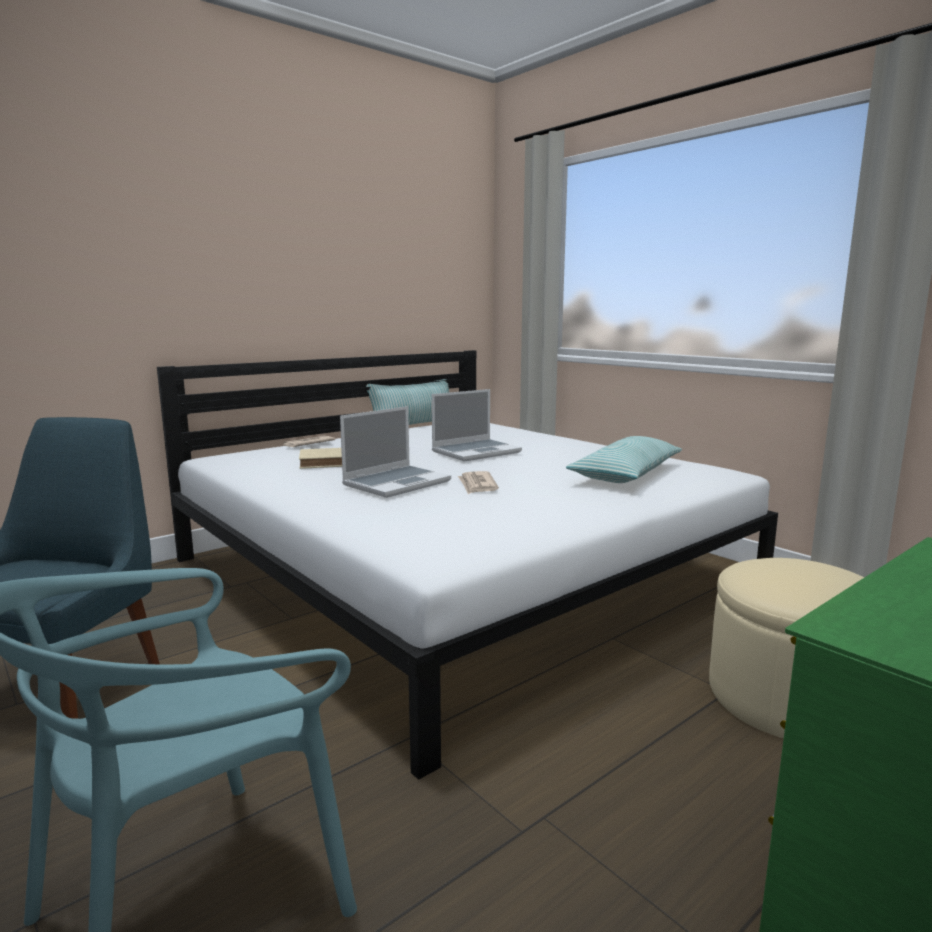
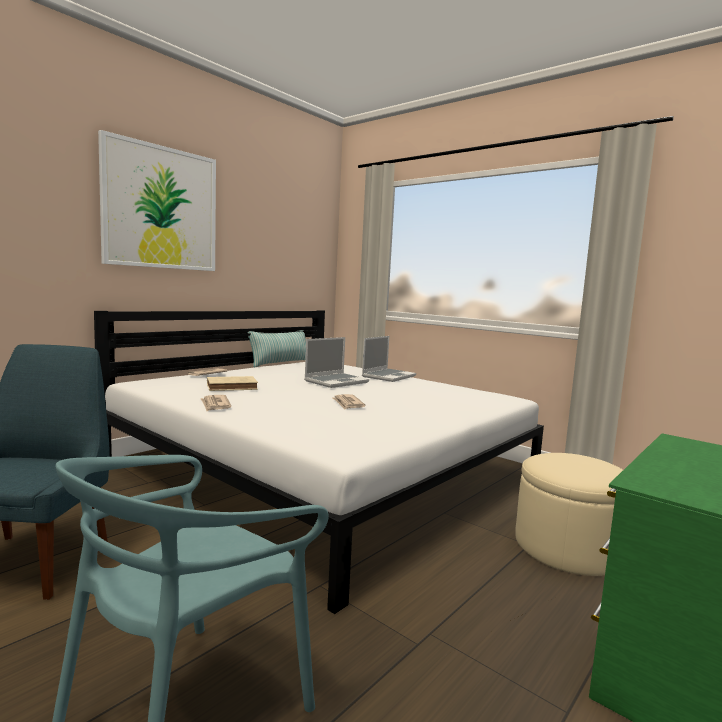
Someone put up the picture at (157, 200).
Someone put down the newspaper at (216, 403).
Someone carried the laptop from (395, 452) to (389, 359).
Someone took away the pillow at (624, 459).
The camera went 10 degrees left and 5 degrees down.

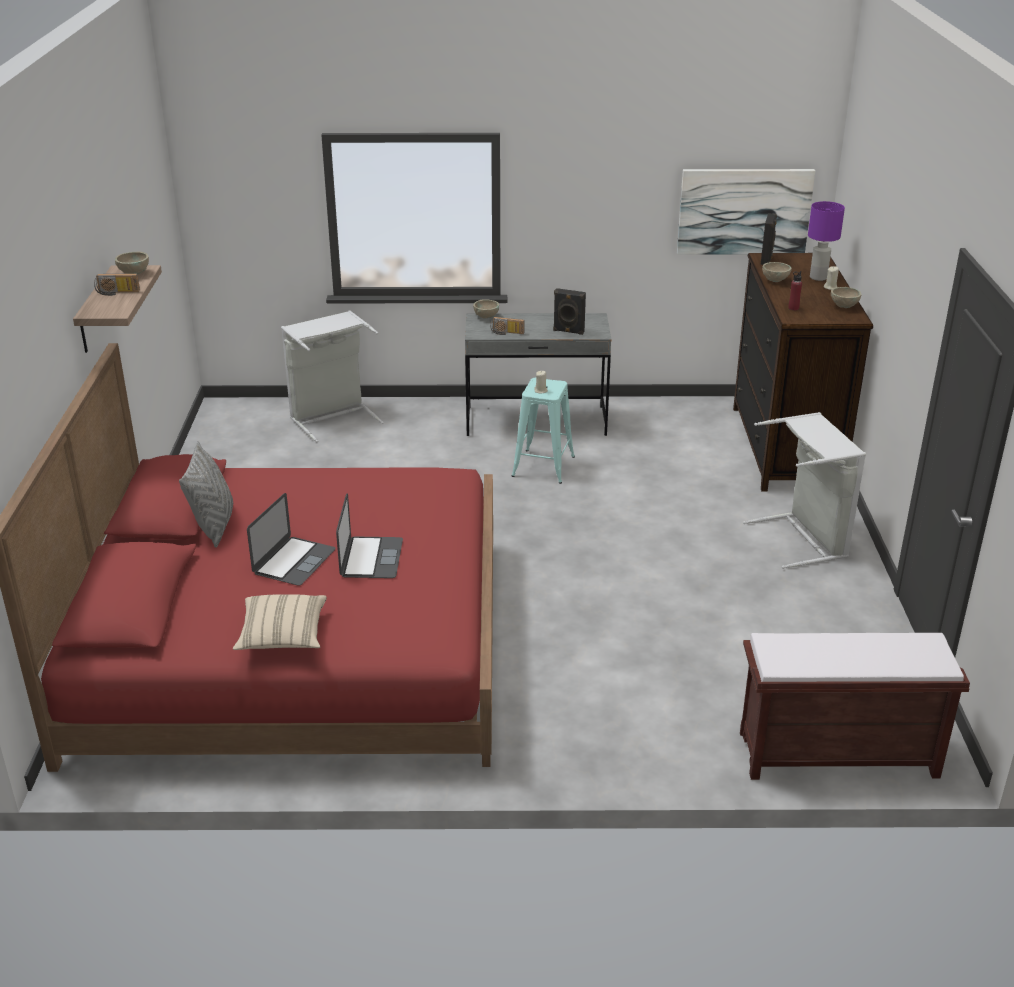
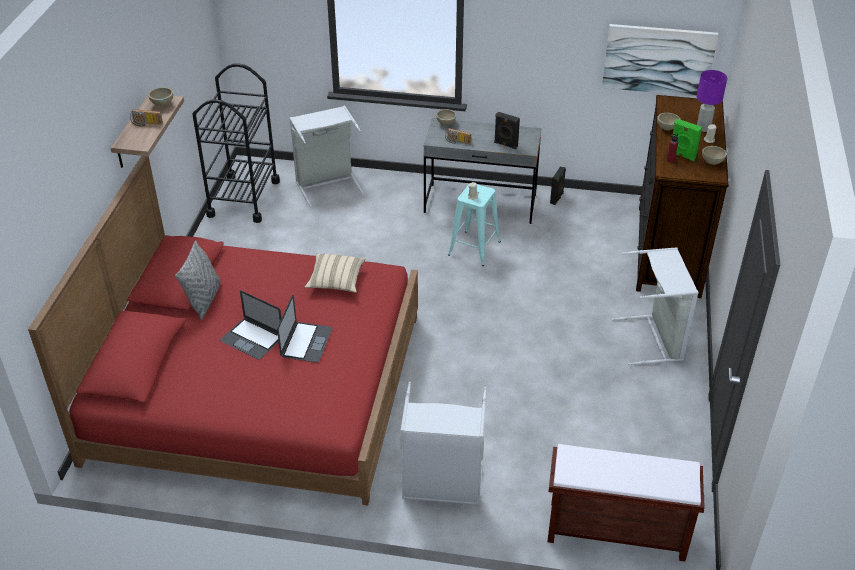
Someone put down the cart (black) at (236, 143).
Someone rotated the laptop at (291, 539) by 90 degrees clockwise.
Someone carried the pillow (beige) from (280, 622) to (335, 273).
Someone put down the laundry basket (grey) at (443, 443).
Someone carried the speaker (black) from (769, 239) to (558, 185).
Someone put down the speaker (green) at (687, 140).
The camera went 10 degrees right and 10 degrees up.

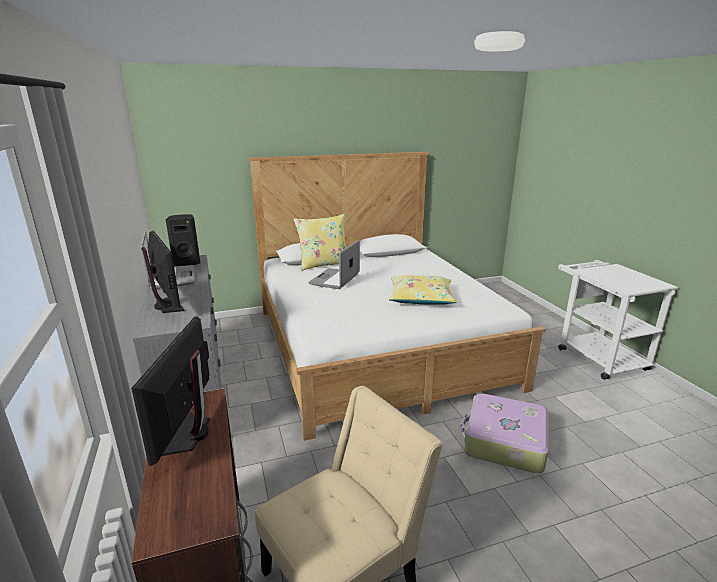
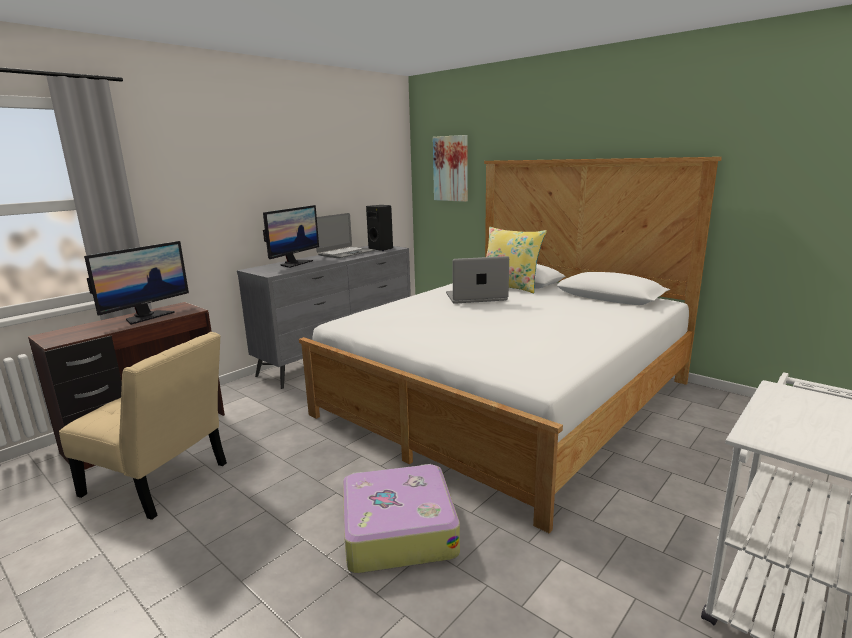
Someone rotated the monitor at (170, 391) by 150 degrees clockwise.
Someone put up the picture at (450, 168).
Someone took away the pillow (yellow) at (423, 290).
The camera went 60 degrees right and 5 degrees down.

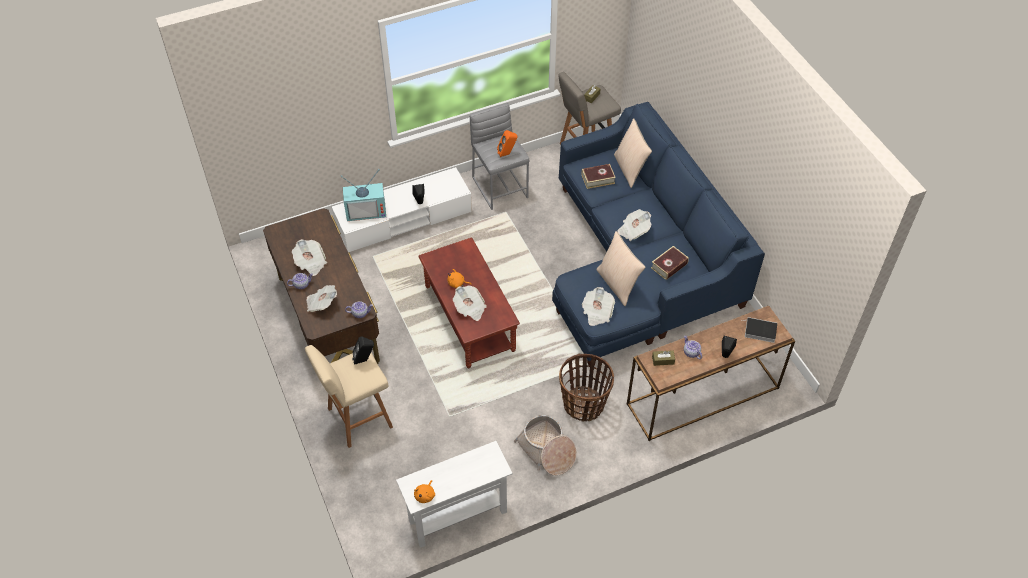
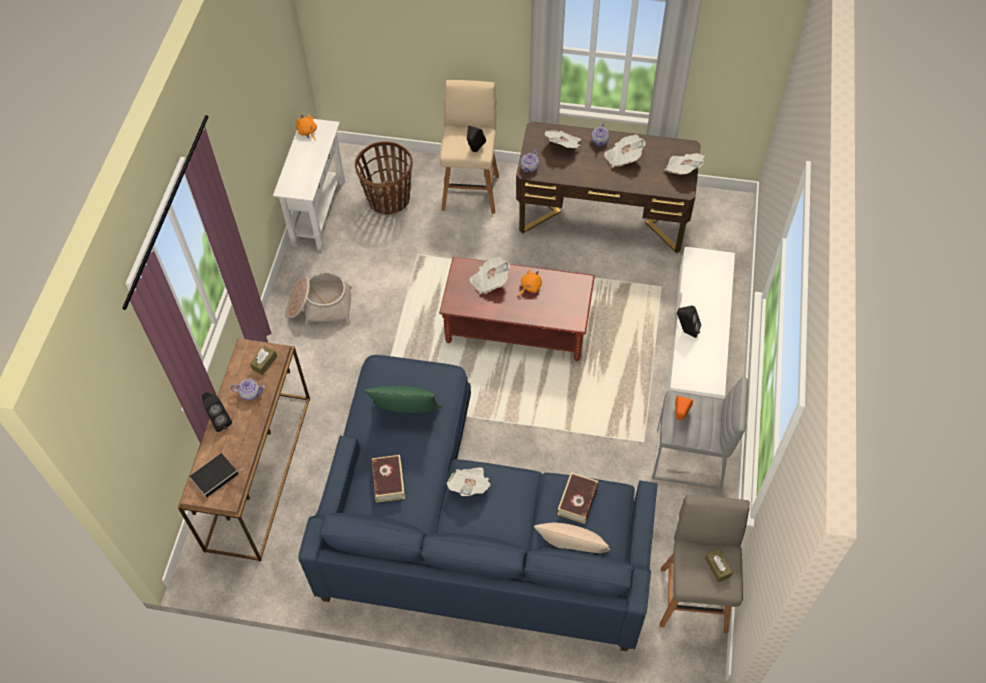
Someone carried the basket from (586, 387) to (384, 178).
Someone repainted the pillow (beige) at (620, 268), which became the pillow (green) at (403, 399).
Someone carried the newspaper from (598, 306) to (685, 163).
Someone took away the television at (363, 195).
The camera went 125 degrees right and 5 degrees up.

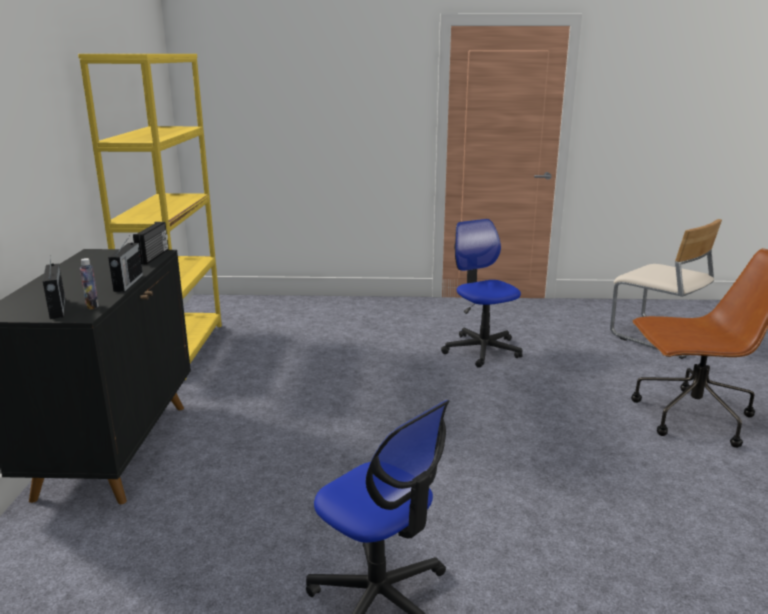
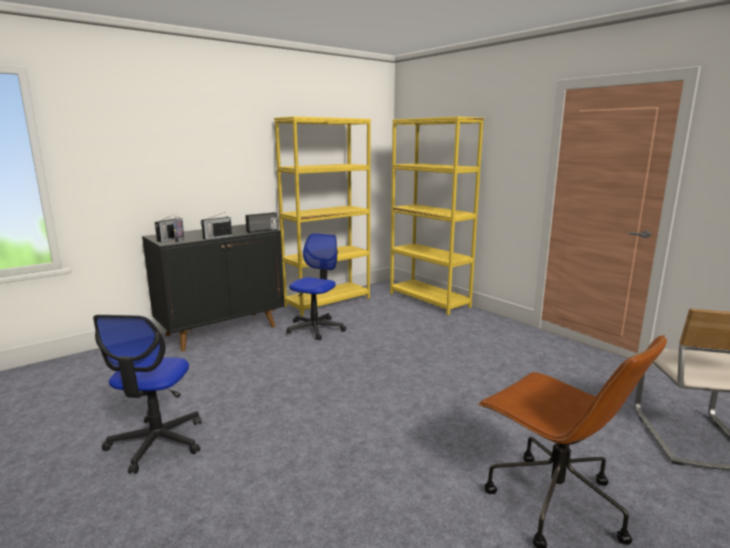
Someone carried the office chair from (482, 293) to (316, 286).
Someone put down the bookcase (yellow) at (437, 216).
The camera went 50 degrees right and 5 degrees down.

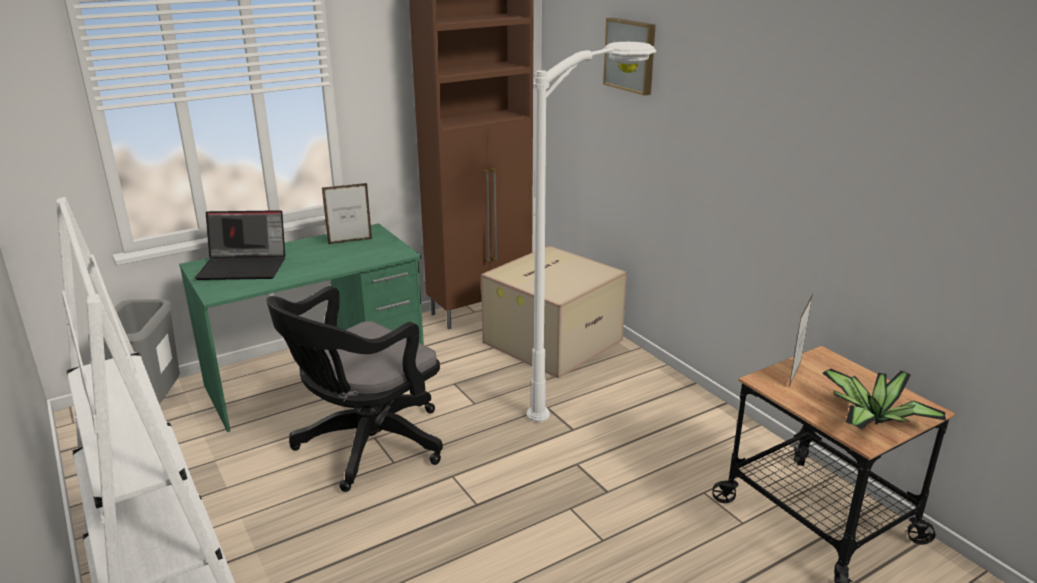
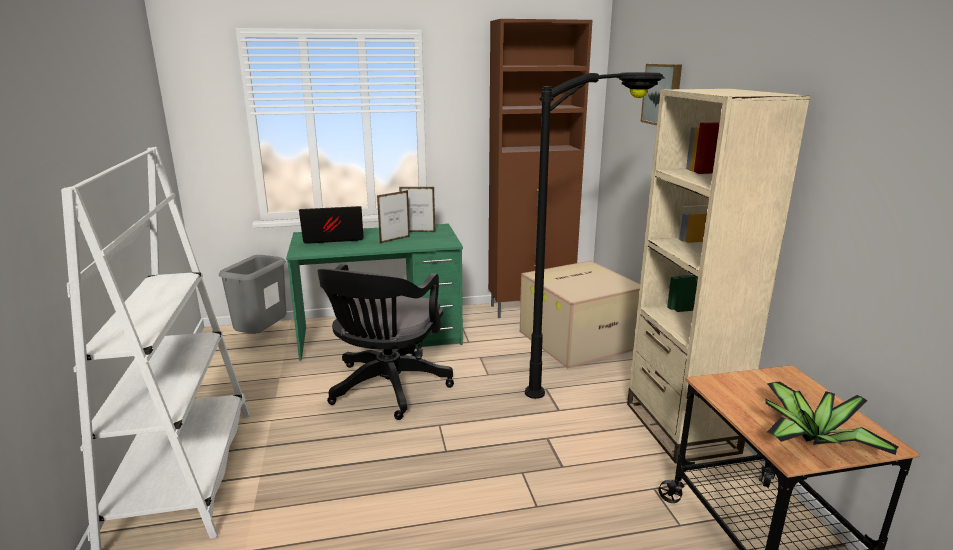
Someone rotated the laptop at (240, 245) by 150 degrees clockwise.
Someone rotated the office chair (black) at (354, 389) by 45 degrees counterclockwise.
Someone carried the picture frame from (801, 340) to (393, 216).
Someone repainted the floor lamp (white) at (591, 232), which became the floor lamp (black) at (595, 235).
Someone put down the bookcase (beige) at (718, 276).
The camera went 20 degrees right and 5 degrees down.

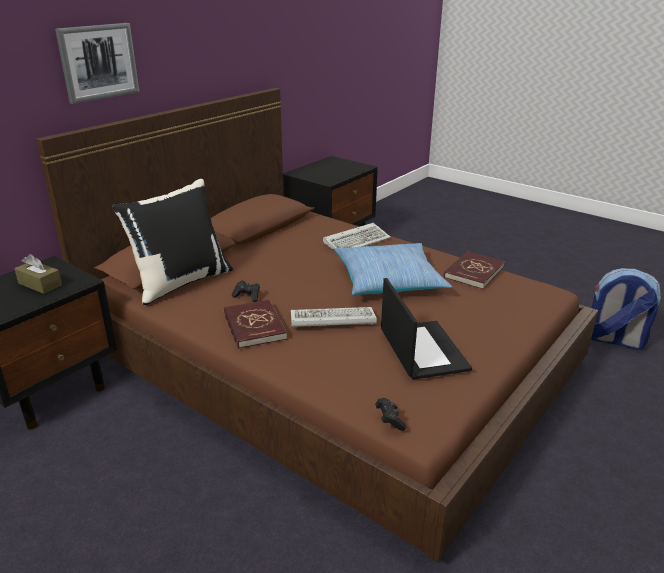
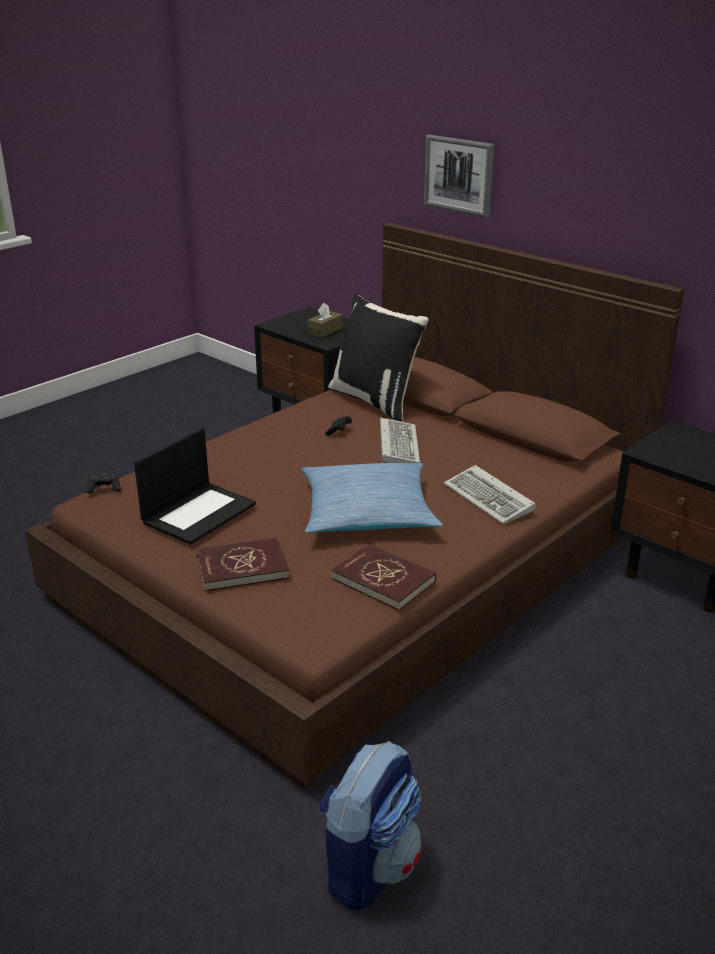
Someone rotated the laptop at (426, 329) by 45 degrees counterclockwise.
Someone carried the book (red) from (255, 324) to (243, 564).
Someone carried the keyboard from (334, 317) to (400, 440).
The camera went 95 degrees right and 0 degrees up.

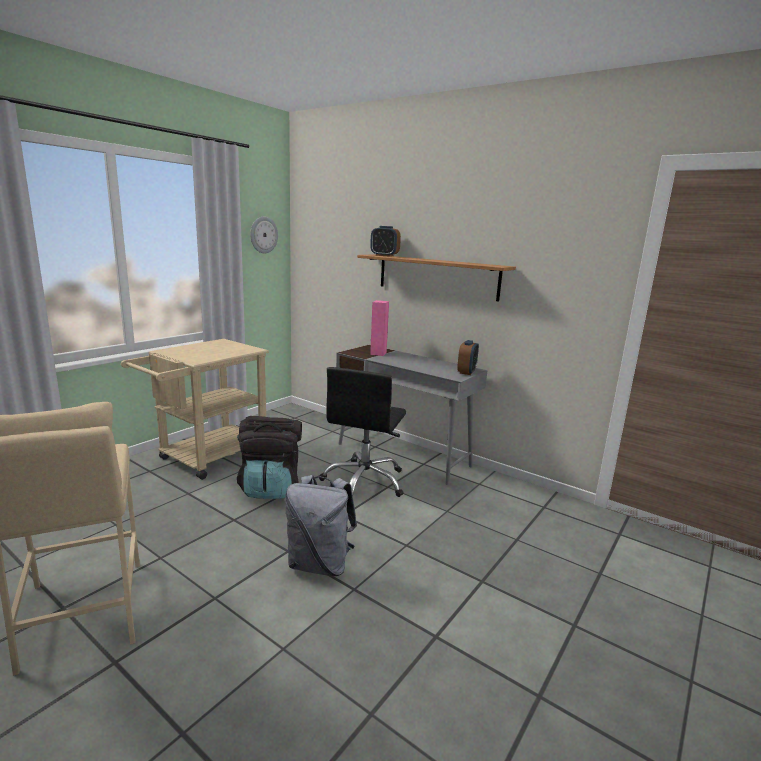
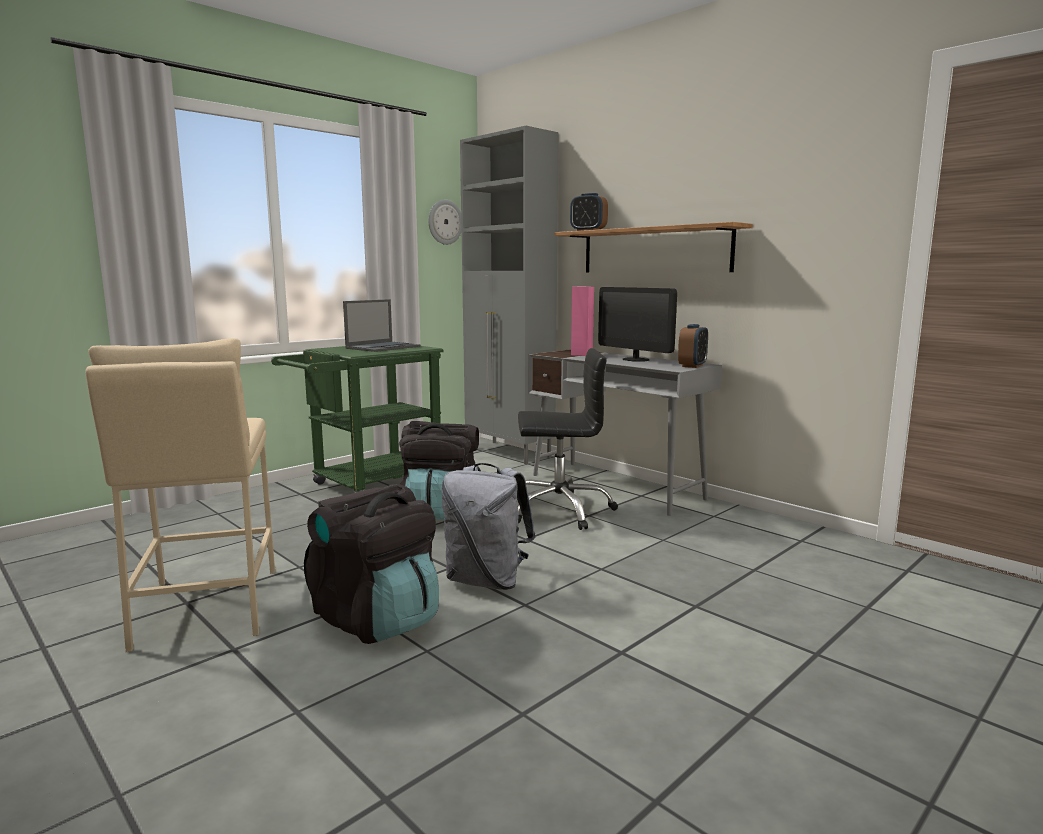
Someone repainted the cart (beige) at (195, 409), which became the cart (green) at (357, 419).
Someone put down the backpack (black) at (371, 564).
Someone put down the laptop at (382, 325).
Someone put down the cabinet (grey) at (509, 295).
Someone rotated the office chair (black) at (362, 432) by 120 degrees counterclockwise.
Someone put down the monitor at (637, 324).
The camera went 10 degrees right and 5 degrees down.

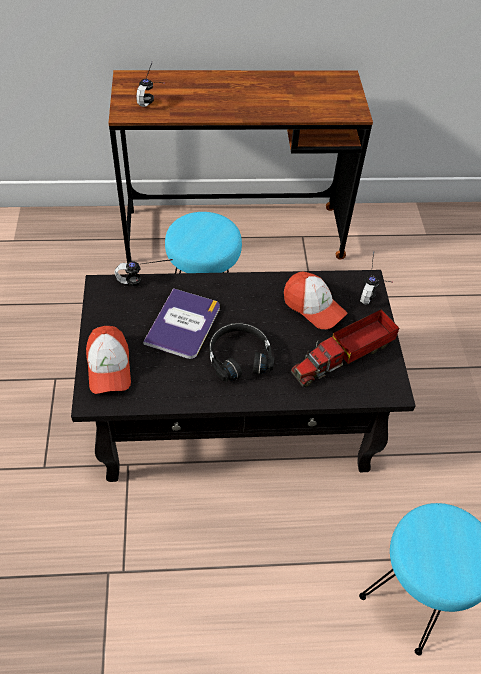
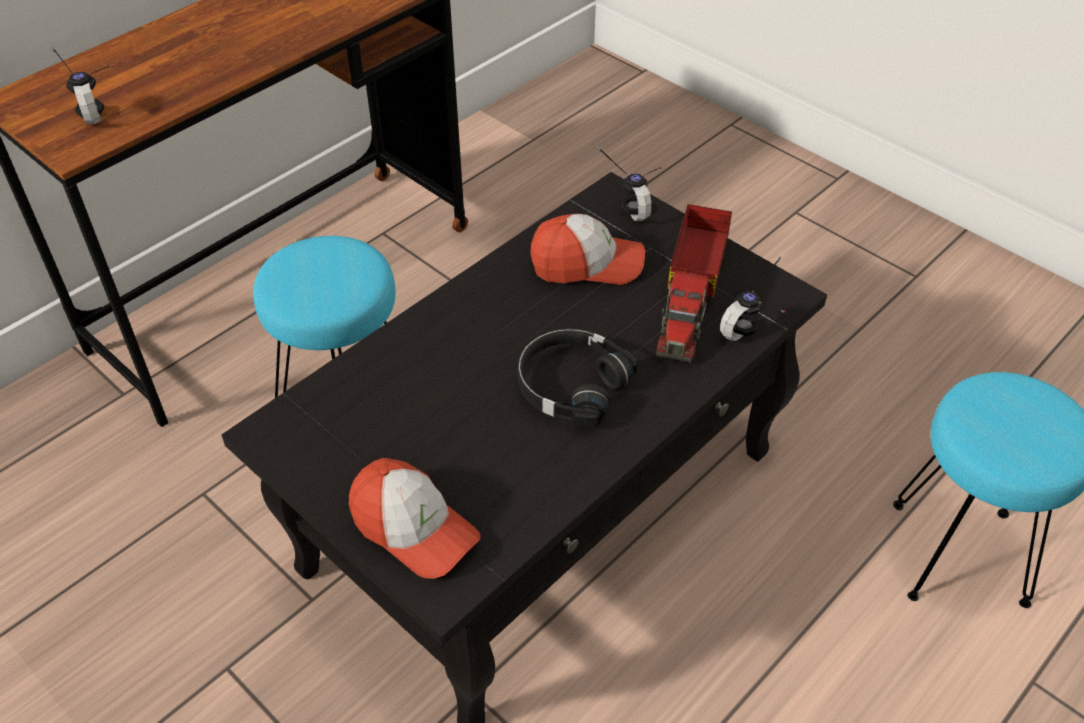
Someone carried the headphones from (144, 272) to (752, 298).
Someone took away the book at (181, 323).
The camera went 40 degrees left and 5 degrees down.

